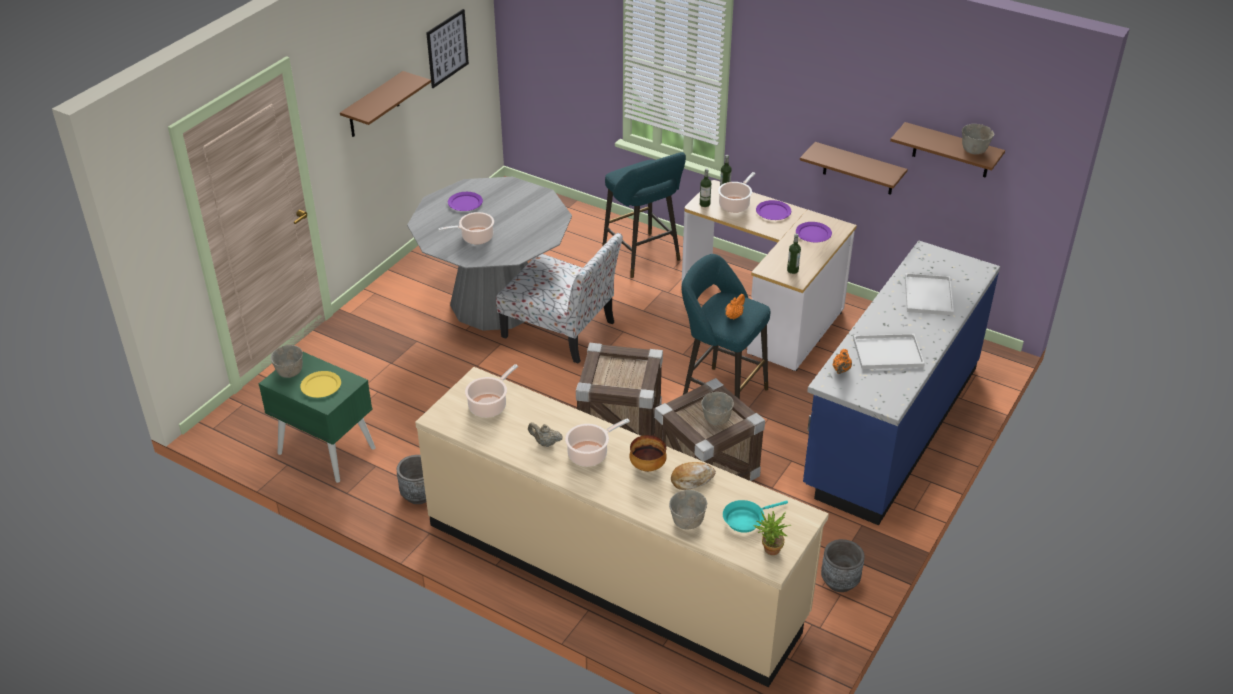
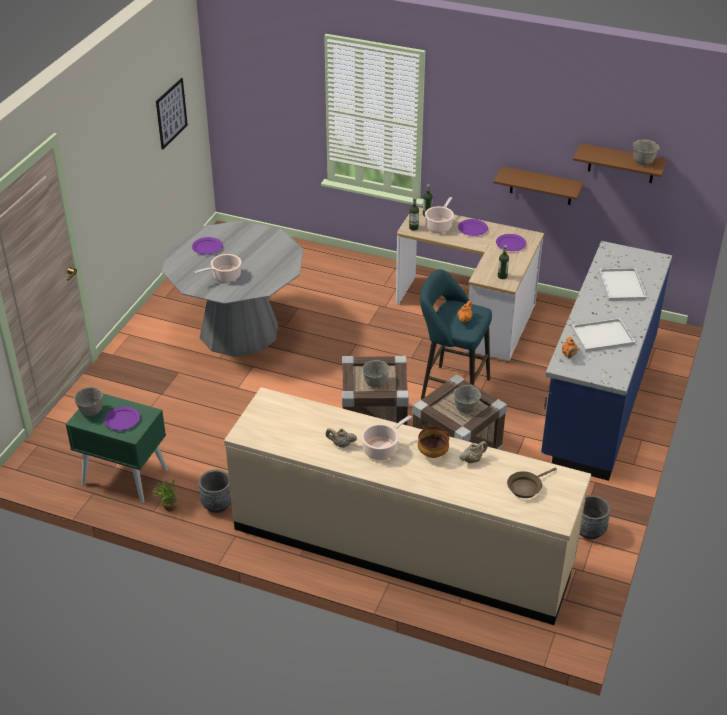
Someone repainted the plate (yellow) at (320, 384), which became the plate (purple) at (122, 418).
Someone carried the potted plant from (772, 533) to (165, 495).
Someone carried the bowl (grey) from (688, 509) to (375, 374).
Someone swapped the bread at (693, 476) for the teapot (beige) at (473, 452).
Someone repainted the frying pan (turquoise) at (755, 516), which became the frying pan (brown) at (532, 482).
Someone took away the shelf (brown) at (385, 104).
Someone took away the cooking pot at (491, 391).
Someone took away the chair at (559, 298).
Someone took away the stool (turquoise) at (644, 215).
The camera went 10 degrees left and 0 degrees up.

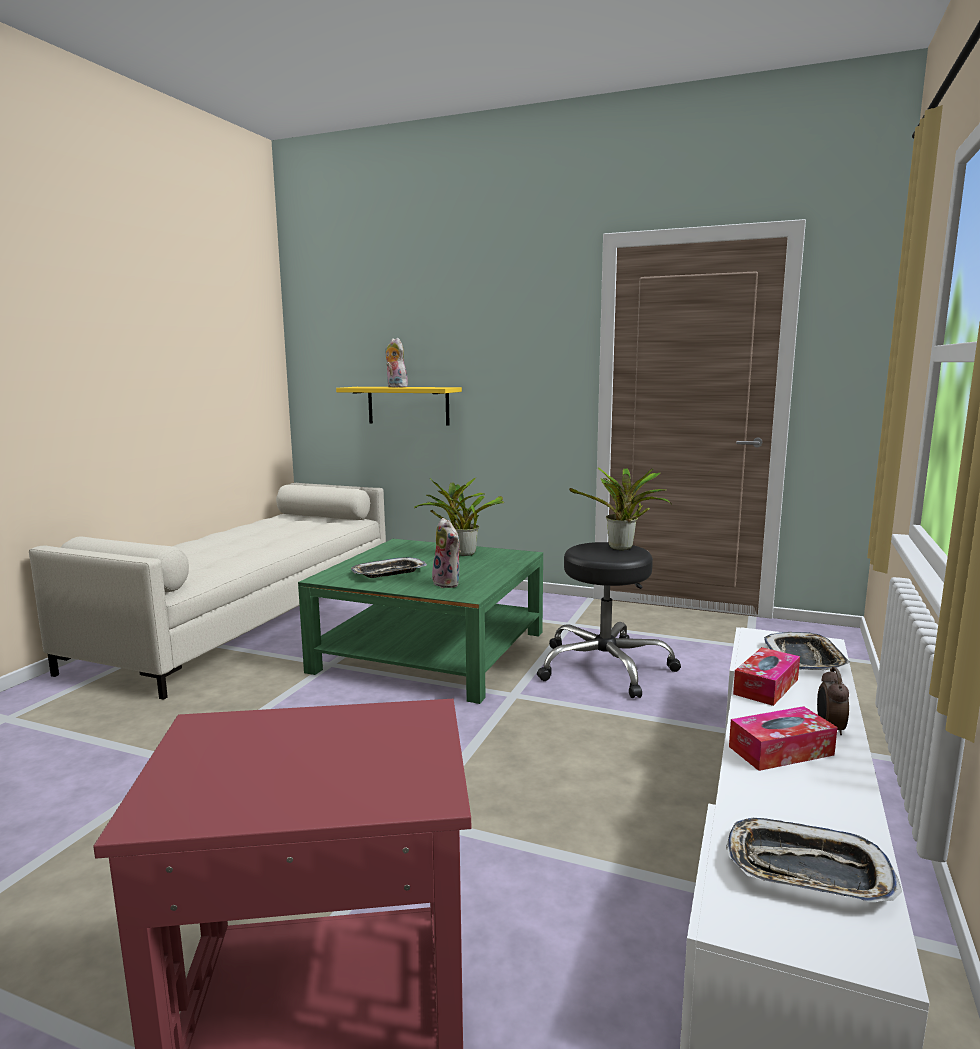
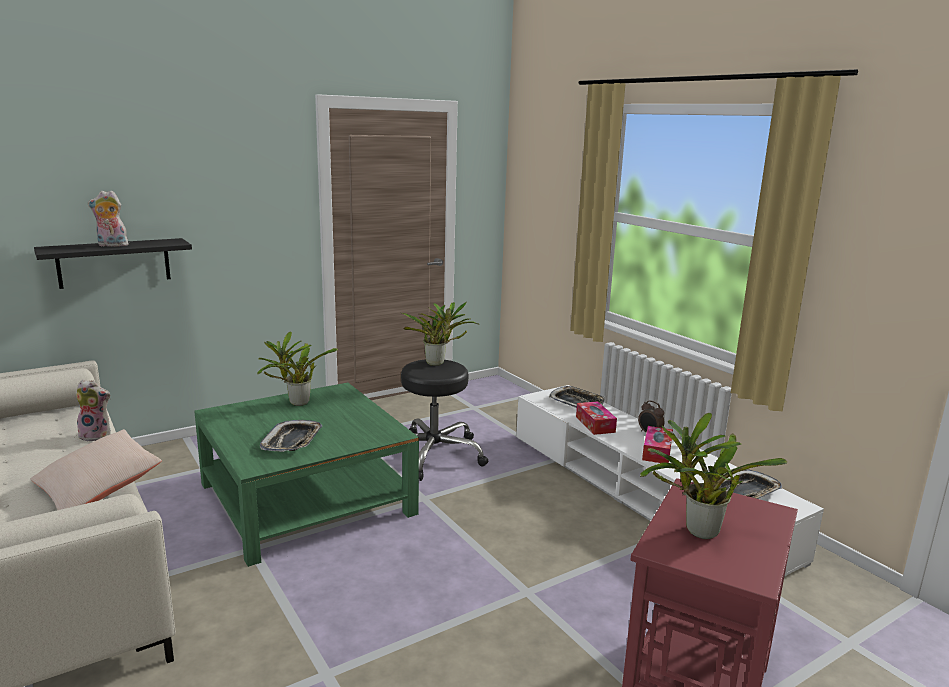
Someone put down the pillow (beige) at (96, 469).
Someone repainted the shelf (yellow) at (399, 406), which became the shelf (black) at (113, 263).
Someone carried the plush toy from (446, 553) to (93, 411).
Someone put down the potted plant at (713, 476).
The camera went 55 degrees left and 5 degrees up.

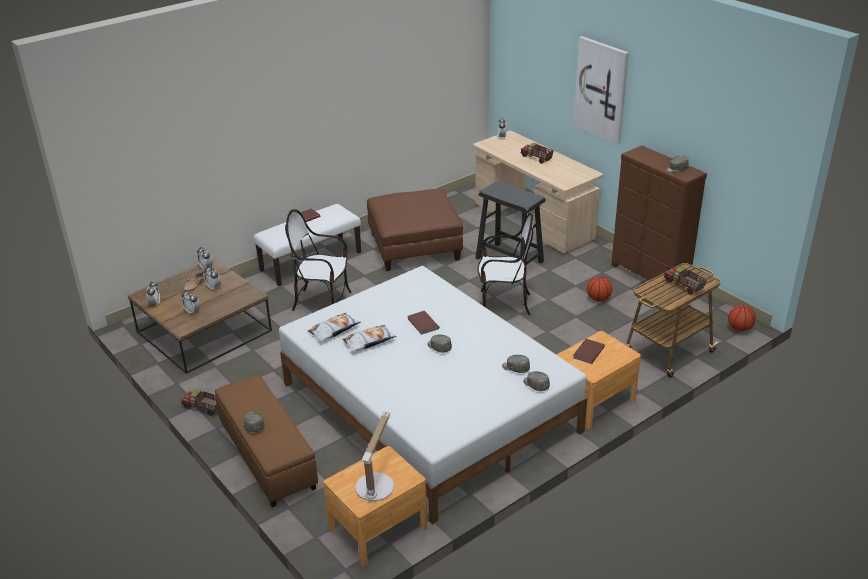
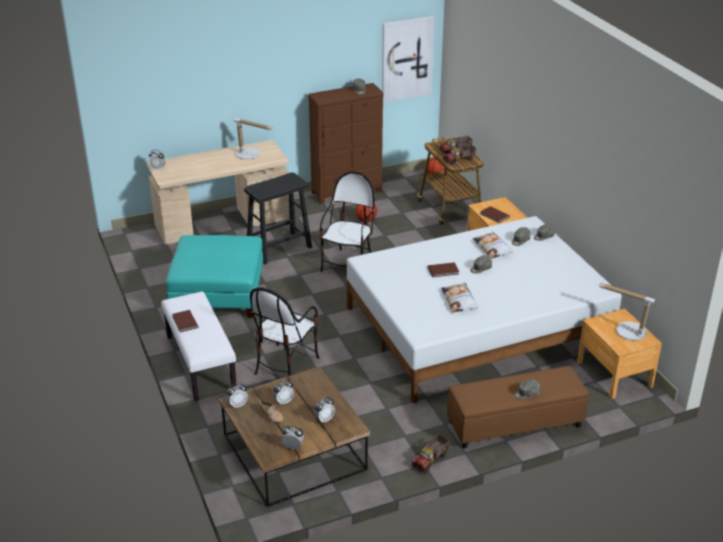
Someone repainted the ottoman (brown) at (415, 230), which became the ottoman (turquoise) at (214, 276).
Someone put down the table lamp at (253, 138).
Someone carried the picture from (601, 90) to (408, 59).
Someone carried the toy truck from (537, 153) to (459, 154).
Someone carried the pillow from (334, 327) to (493, 245).
The camera went 75 degrees left and 0 degrees up.

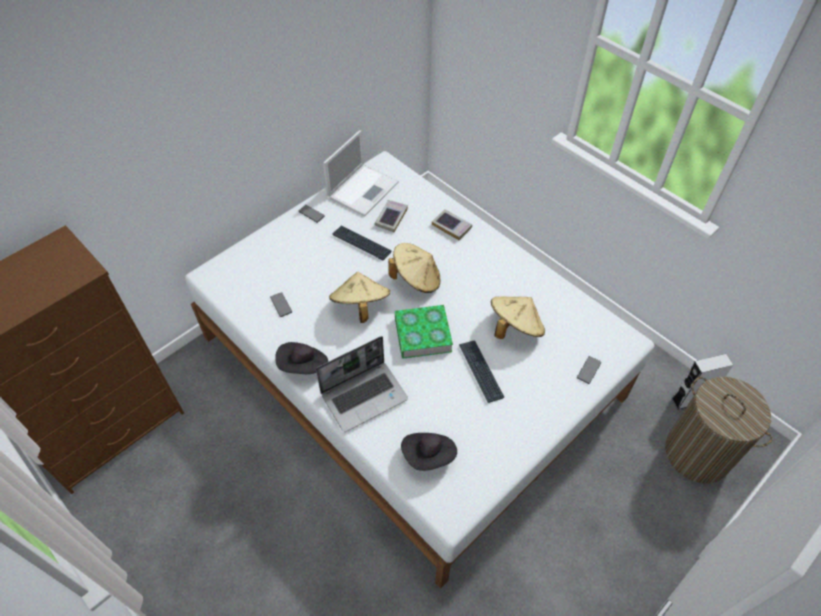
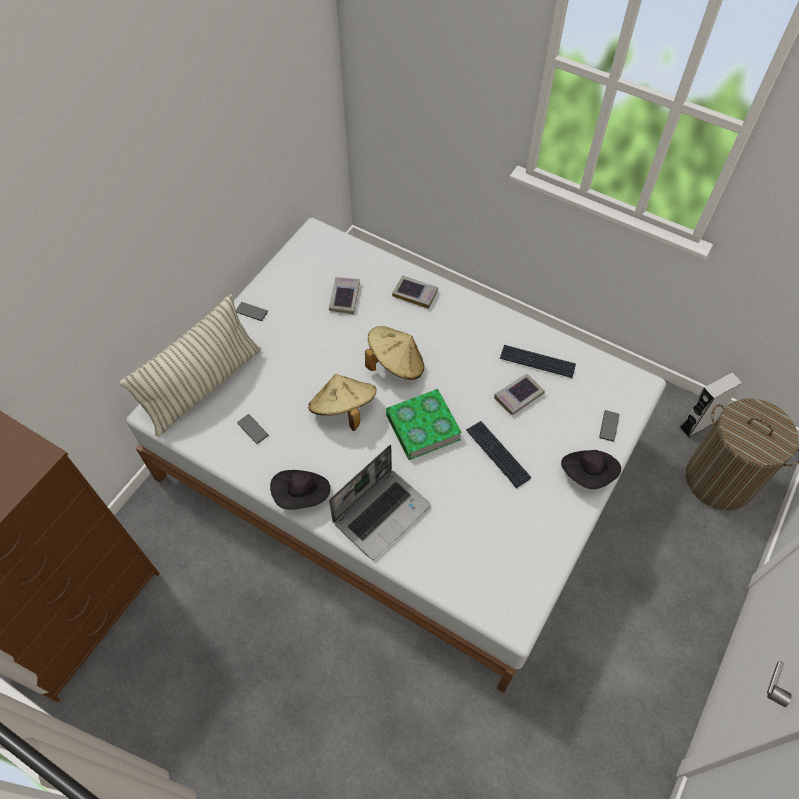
Someone put down the pillow at (190, 365).
Someone swapped the hat (beige) at (518, 318) for the book at (519, 394).
Someone carried the keyboard from (361, 243) to (538, 361).
Someone carried the hat (black) from (429, 452) to (591, 469).
Someone took away the laptop at (361, 173).
The camera went 15 degrees left and 5 degrees up.

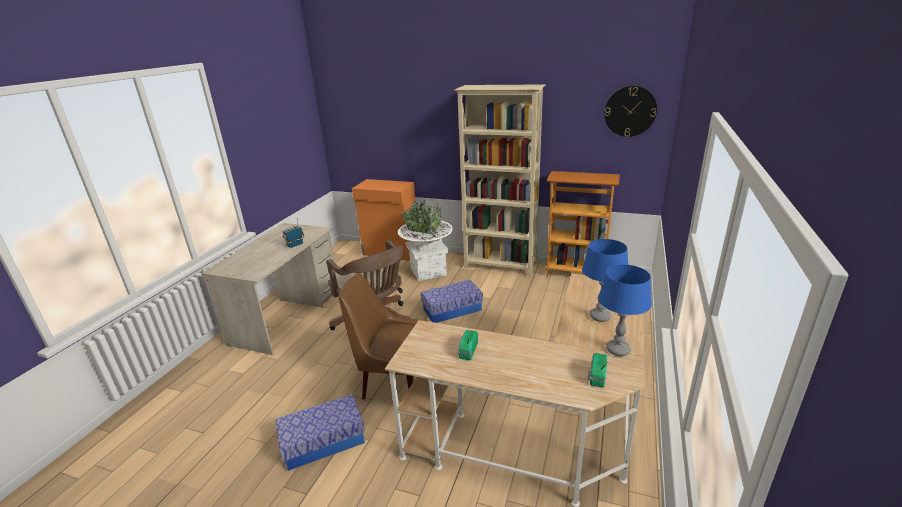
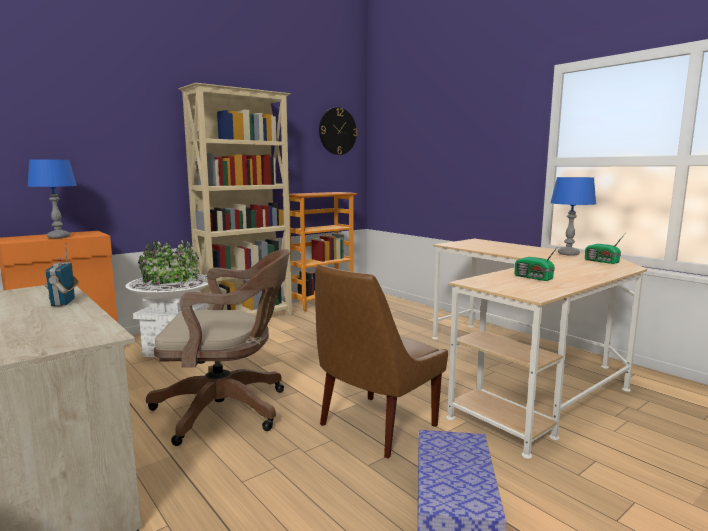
Someone carried the table lamp (blue) from (605, 280) to (52, 199).
Someone took away the storage box at (452, 301).
The camera went 60 degrees left and 15 degrees down.

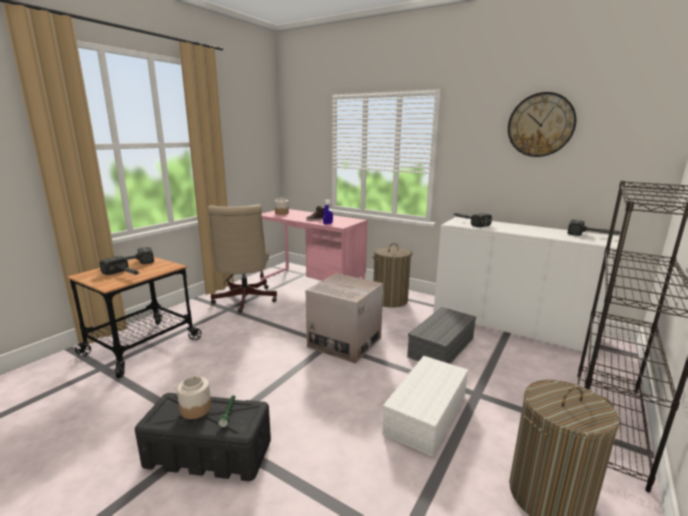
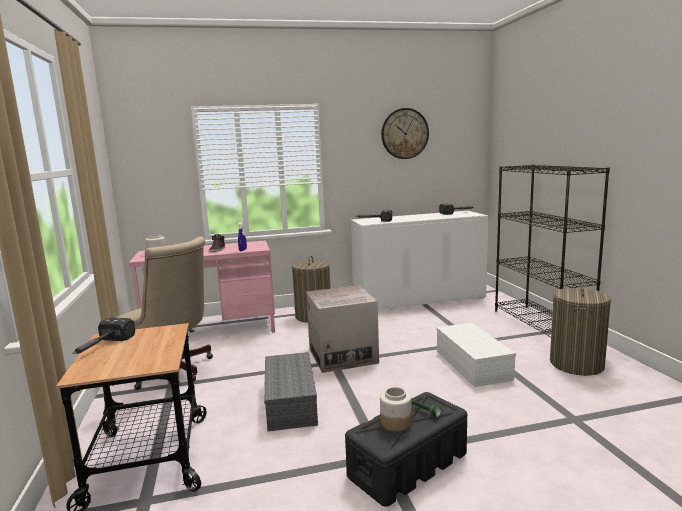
Someone carried the storage box (grey) from (441, 335) to (291, 391).
Someone took away the hammer at (119, 265).
The camera went 45 degrees left and 5 degrees down.

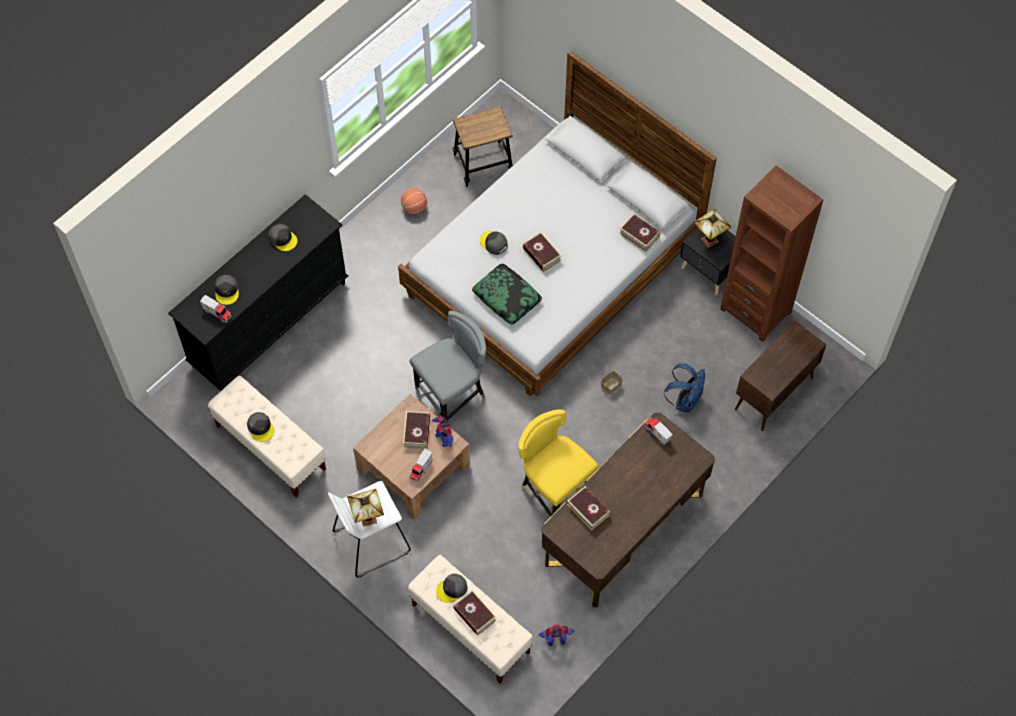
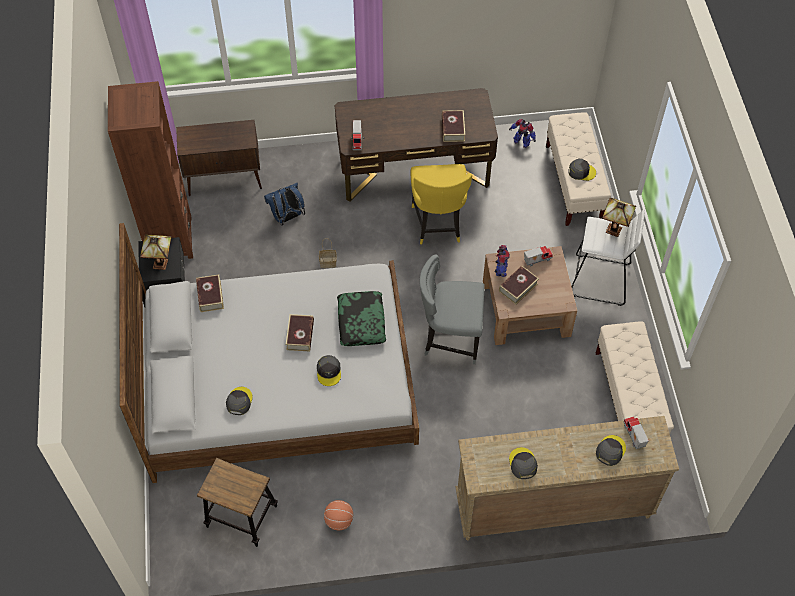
Someone carried the cap (grey) from (260, 427) to (239, 401).
Someone repainted the dresser (black) at (258, 292), which became the dresser (beige) at (567, 478).
Someone took away the book at (475, 613).
The camera went 140 degrees left and 5 degrees down.

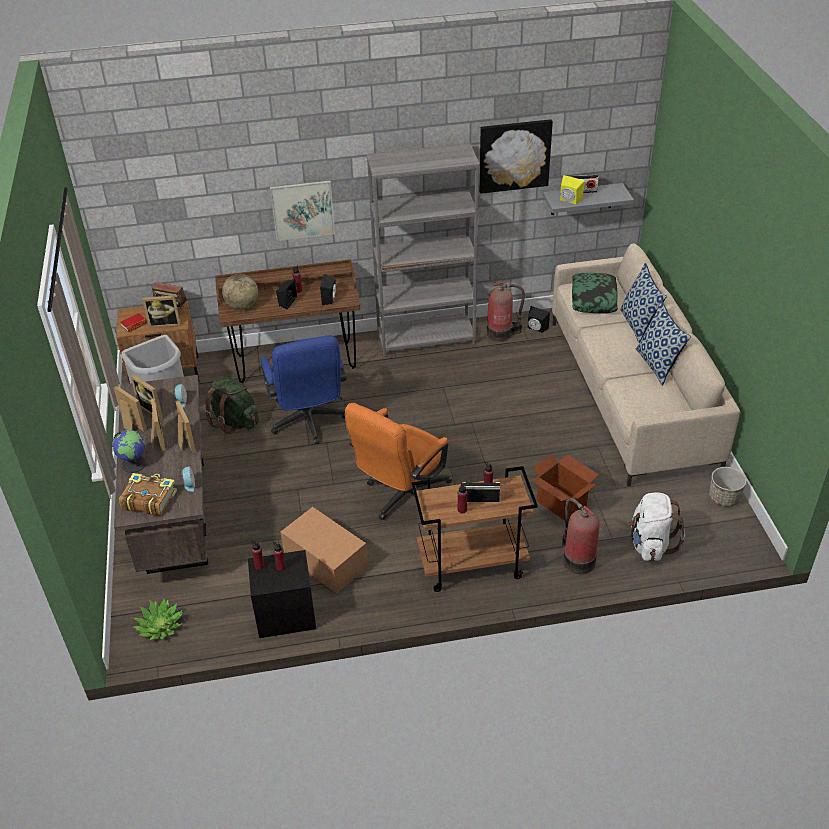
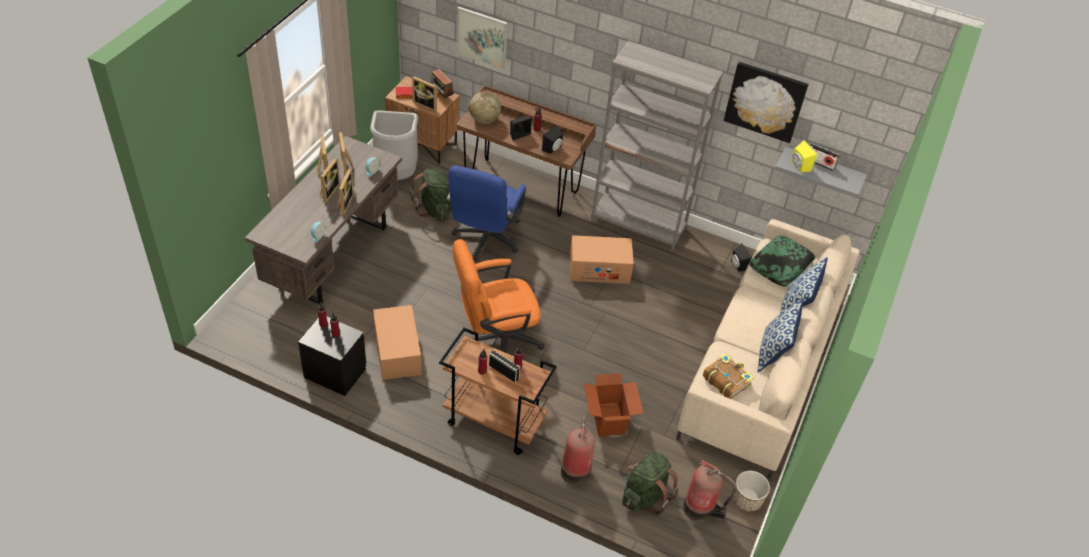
Someone carried the picture from (302, 211) to (482, 38).
Someone put down the cardboard box at (601, 259).
Someone repainted the backpack (white) at (656, 526), which became the backpack (green) at (650, 483).
Someone carried the fire extinguisher from (506, 312) to (710, 490).
Someone carried the book from (148, 494) to (728, 376).
Someone took away the globe at (130, 451).
Someone took away the potted plant at (158, 619).
The camera went 30 degrees right and 5 degrees up.

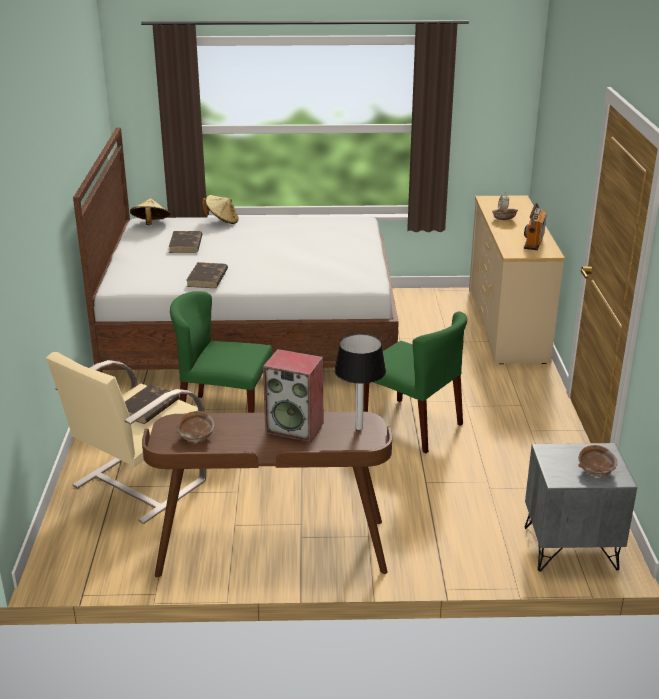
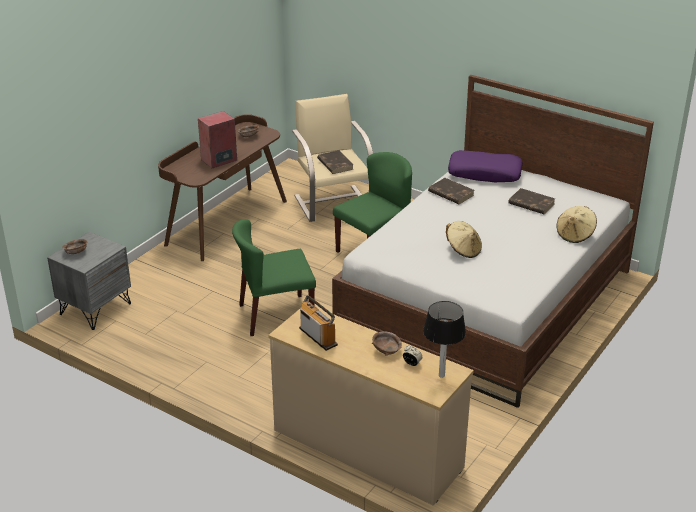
Someone carried the table lamp from (360, 382) to (444, 339).
Someone carried the hat (beige) from (150, 211) to (464, 239).
Someone put down the pillow (purple) at (485, 166).
The camera went 125 degrees right and 5 degrees up.

